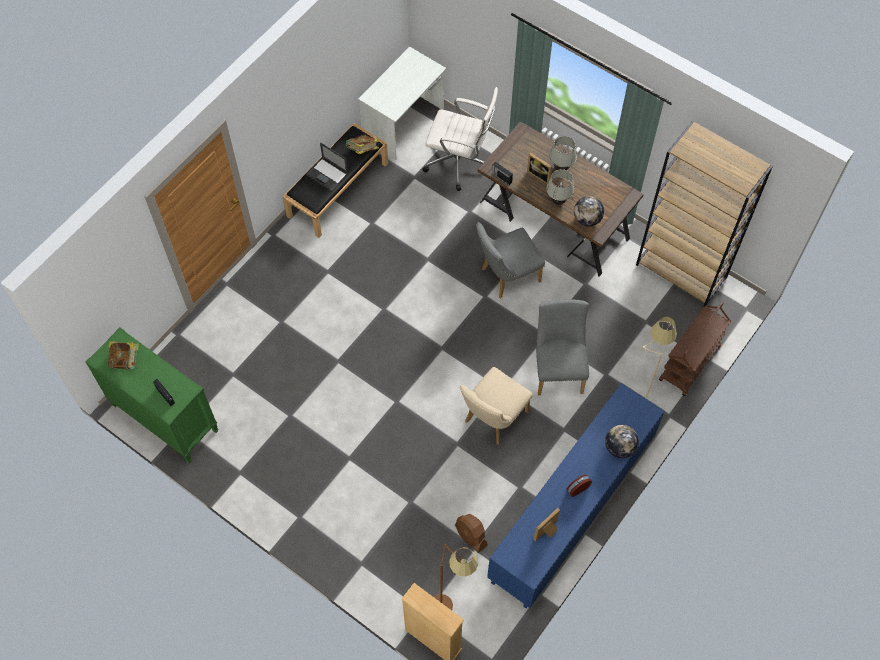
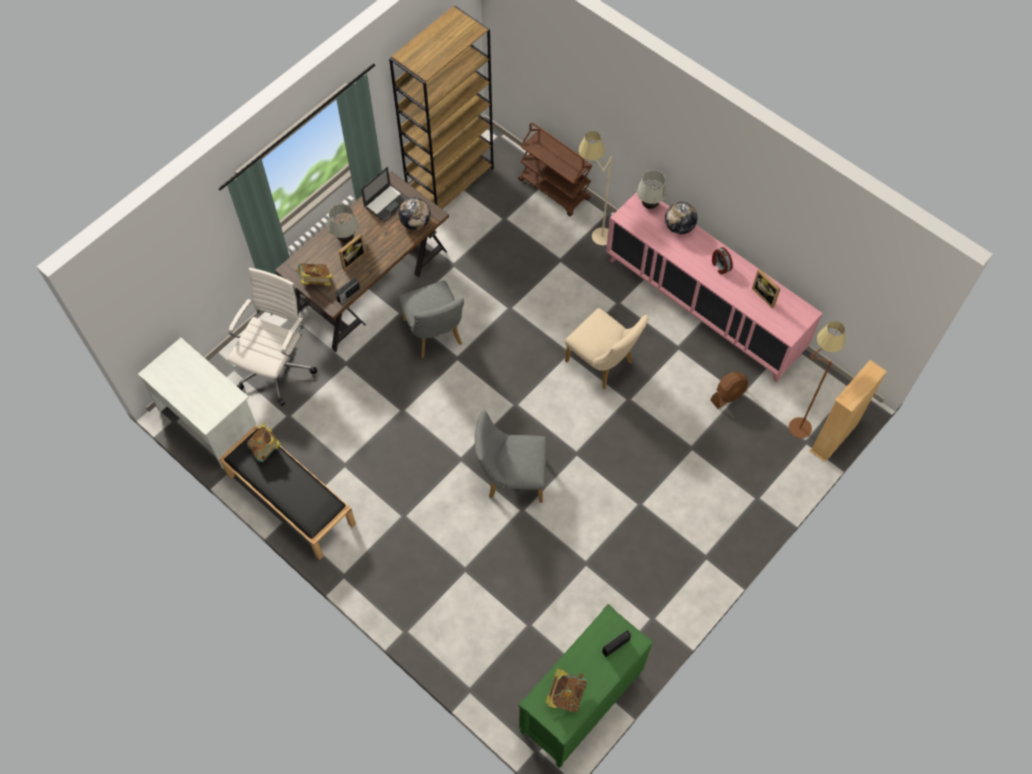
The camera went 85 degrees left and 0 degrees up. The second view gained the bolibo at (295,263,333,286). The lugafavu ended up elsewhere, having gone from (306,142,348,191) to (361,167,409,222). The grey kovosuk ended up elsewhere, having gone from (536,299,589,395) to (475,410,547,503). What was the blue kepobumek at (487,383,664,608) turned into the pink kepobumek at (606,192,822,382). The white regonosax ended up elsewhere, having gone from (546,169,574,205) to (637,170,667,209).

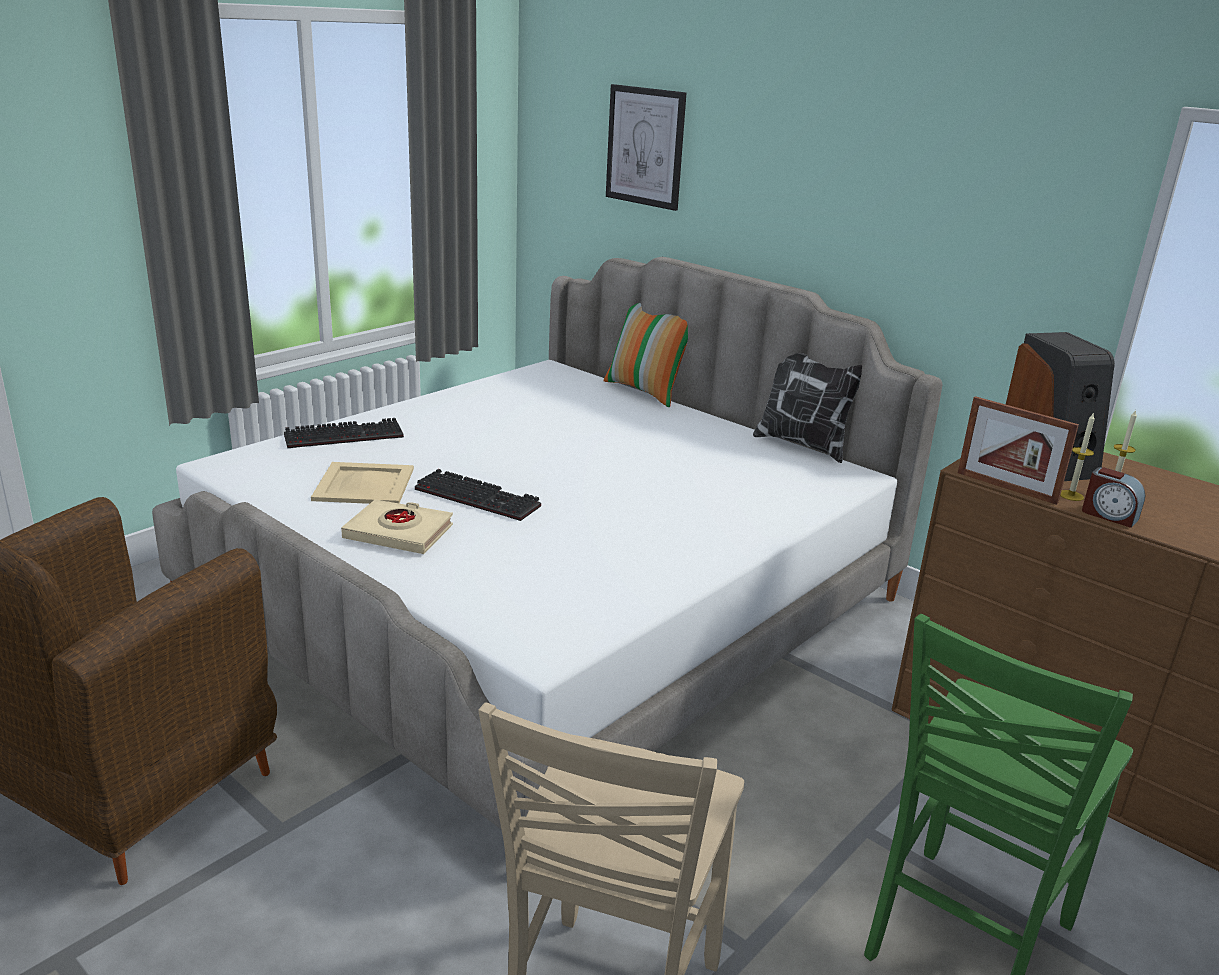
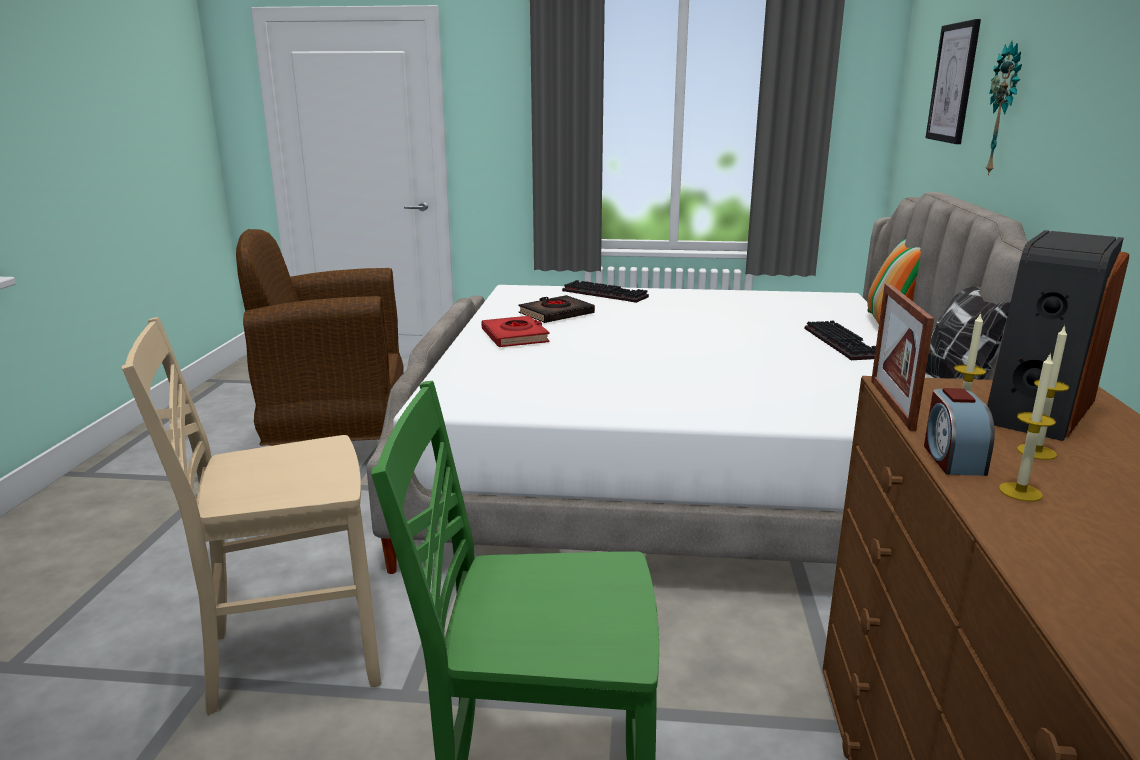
The camera went 55 degrees right and 5 degrees down. What was the beige bolibo at (341,499,453,554) turned into the red bolibo at (481,316,550,347). Where the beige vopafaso stood at (311,462,414,504), the black bolibo came to stand at (519,295,595,323). The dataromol ended up elsewhere, having gone from (415,469,541,521) to (805,320,876,360). The second view gained the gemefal at (986,41,1022,176). The second view gained the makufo at (999,353,1056,502).

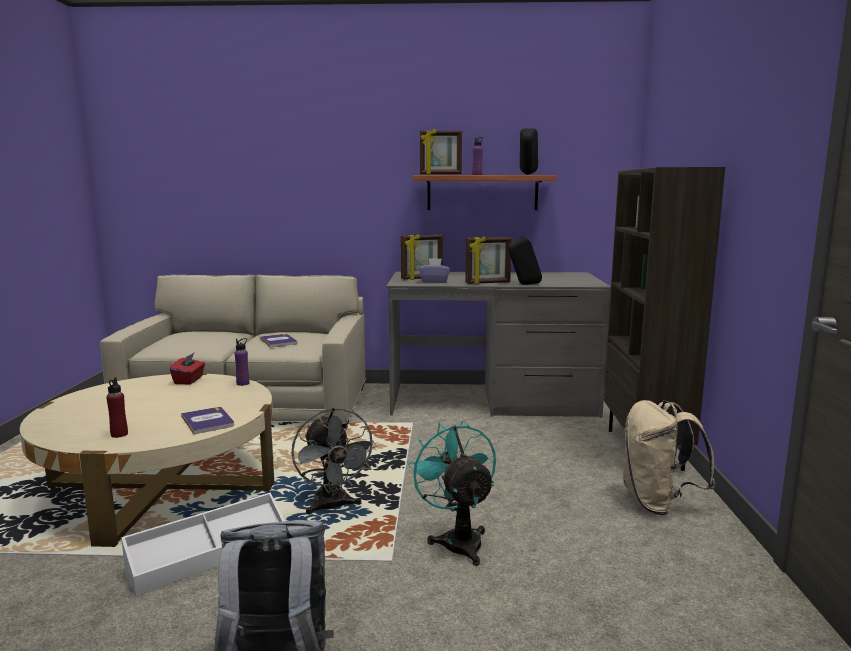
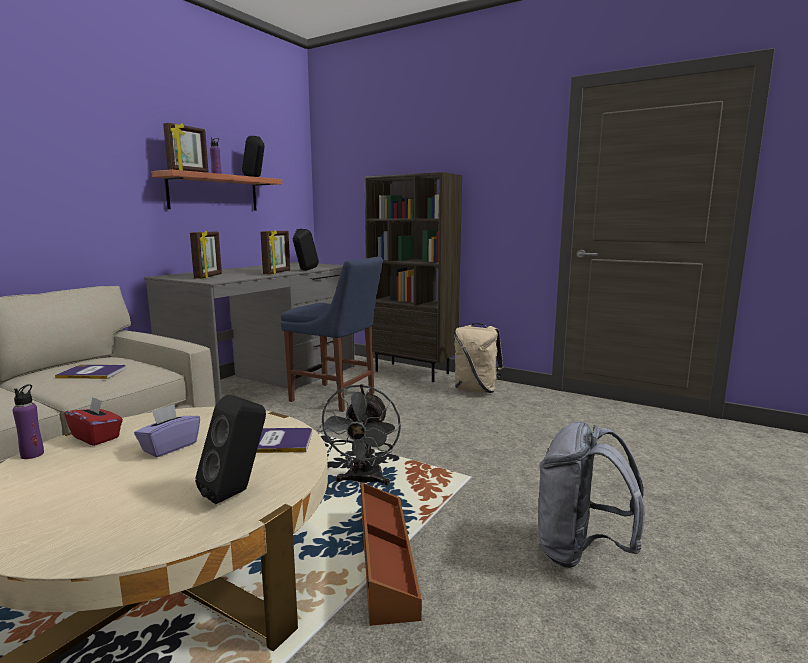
The camera went 60 degrees left and 0 degrees up. The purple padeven ended up elsewhere, having gone from (235,338,249,386) to (12,384,44,459). The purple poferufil ended up elsewhere, having gone from (419,258,450,283) to (134,404,200,458). Where the red padeven stood at (106,377,128,438), the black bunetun came to stand at (195,395,266,504). The second view gained the blue kovosuk at (281,257,383,412). The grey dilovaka at (292,408,377,514) ended up facing another way, 90 degrees clockwise from before. What was the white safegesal at (121,493,285,596) turned into the brown safegesal at (361,482,422,626). The second view lost the turquoise dilovaka at (408,421,496,566).

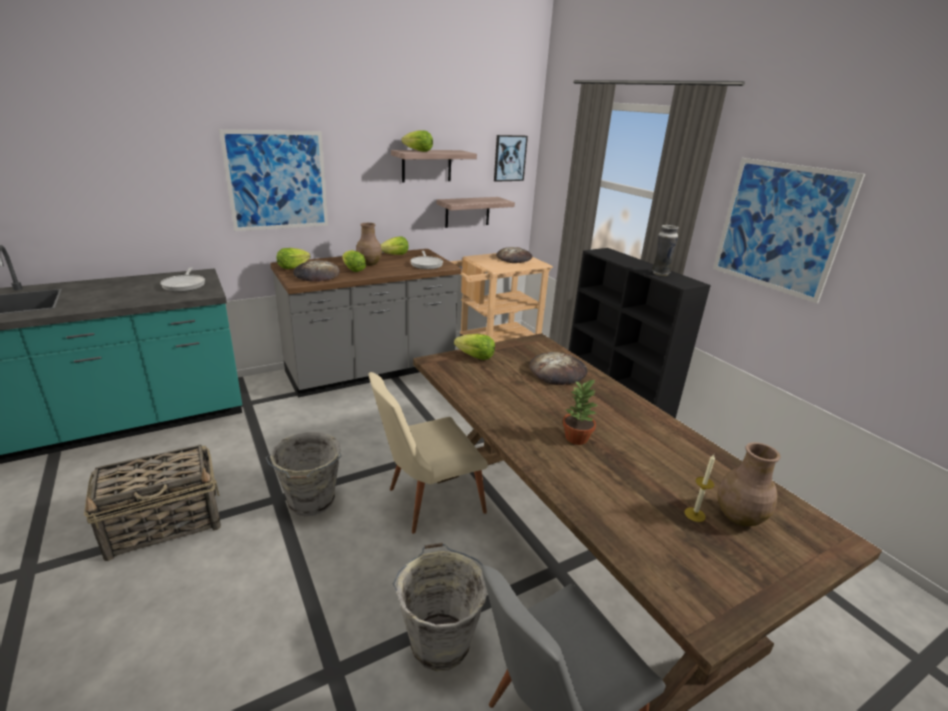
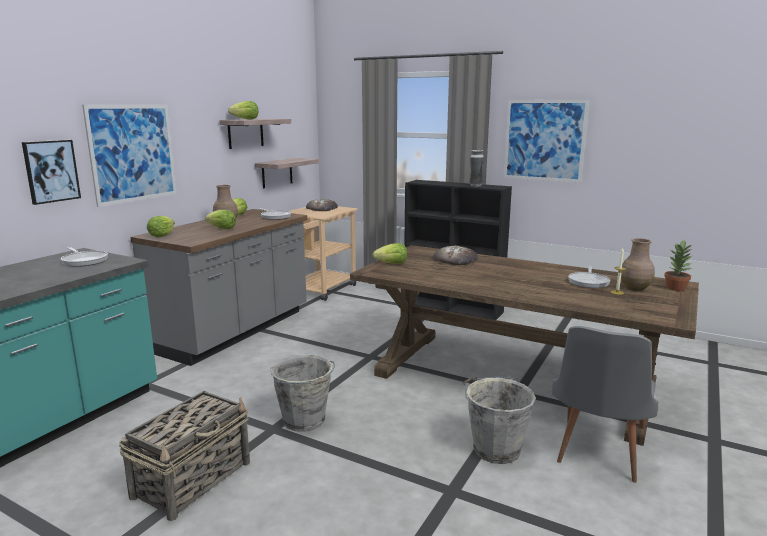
The camera went 30 degrees left and 10 degrees down. The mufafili ended up elsewhere, having gone from (494,135,528,182) to (22,140,81,205). The second view gained the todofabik at (568,266,610,288). The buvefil ended up elsewhere, having gone from (563,378,598,445) to (664,240,693,291). The second view lost the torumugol at (293,260,340,282). The second view lost the beige kovosuk at (368,372,488,534).

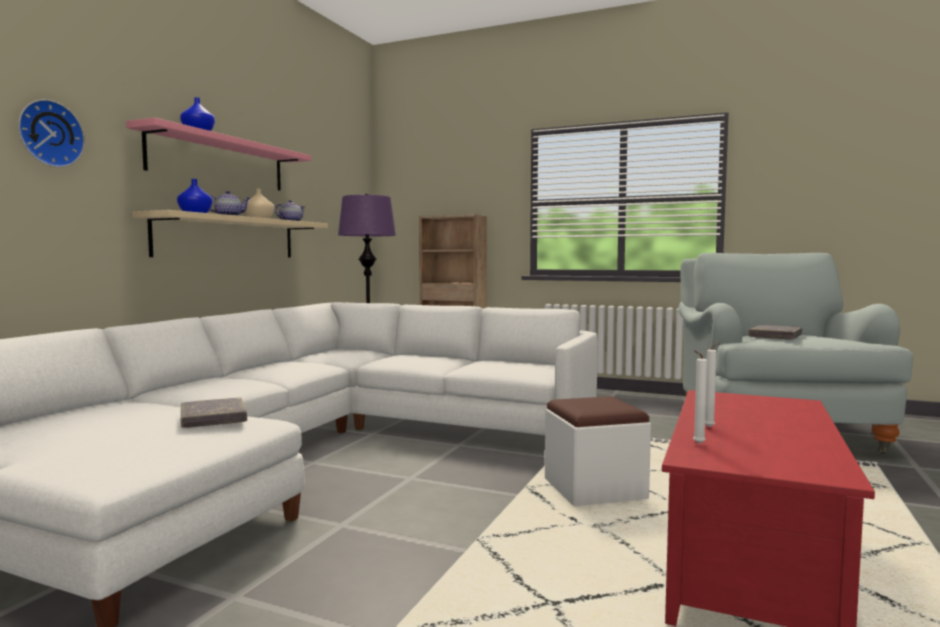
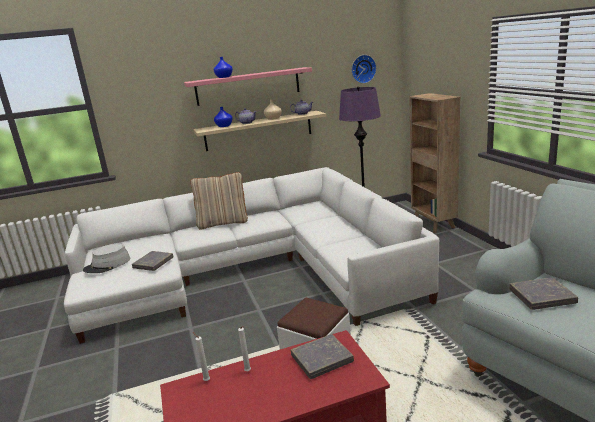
The camera went 50 degrees right and 15 degrees up. The second view gained the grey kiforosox at (83,243,130,273). The second view gained the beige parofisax at (190,172,248,229). The second view gained the grey bolibo at (291,334,354,379). The gemefal ended up elsewhere, having gone from (18,99,85,167) to (351,55,377,84).

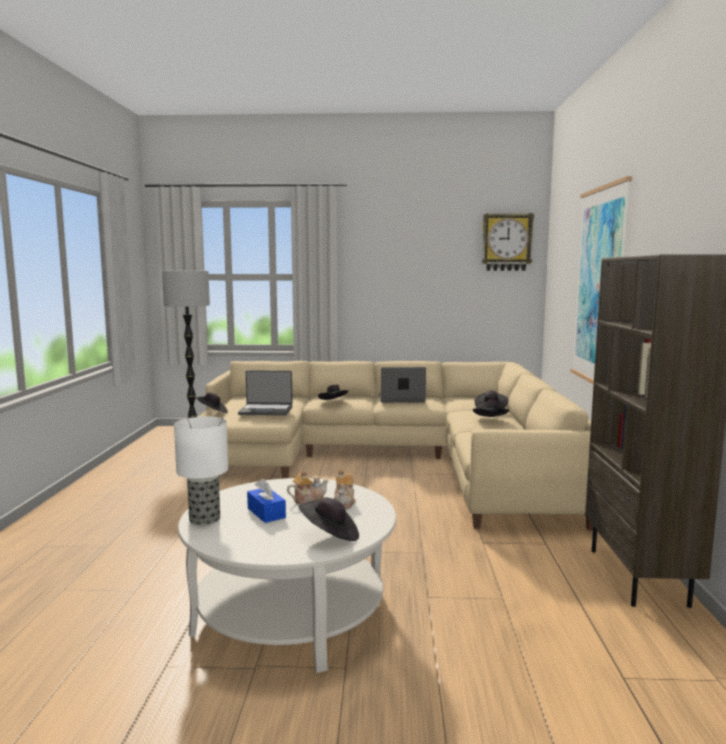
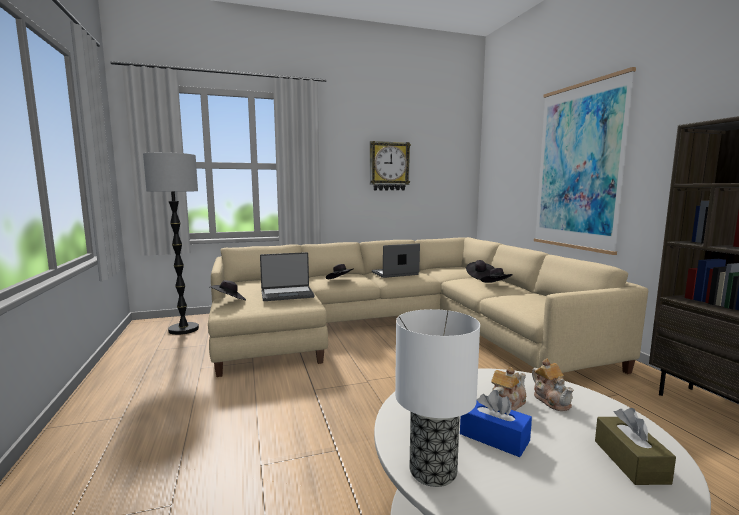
The camera went 20 degrees left and 0 degrees up. The gemefal ended up elsewhere, having gone from (482,213,534,271) to (370,141,411,190). Where the black kiforosox stood at (299,497,359,541), the brown poferufil came to stand at (595,408,676,485).

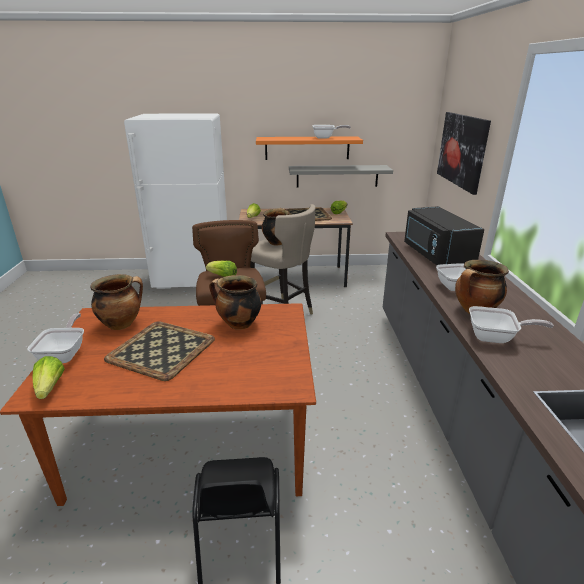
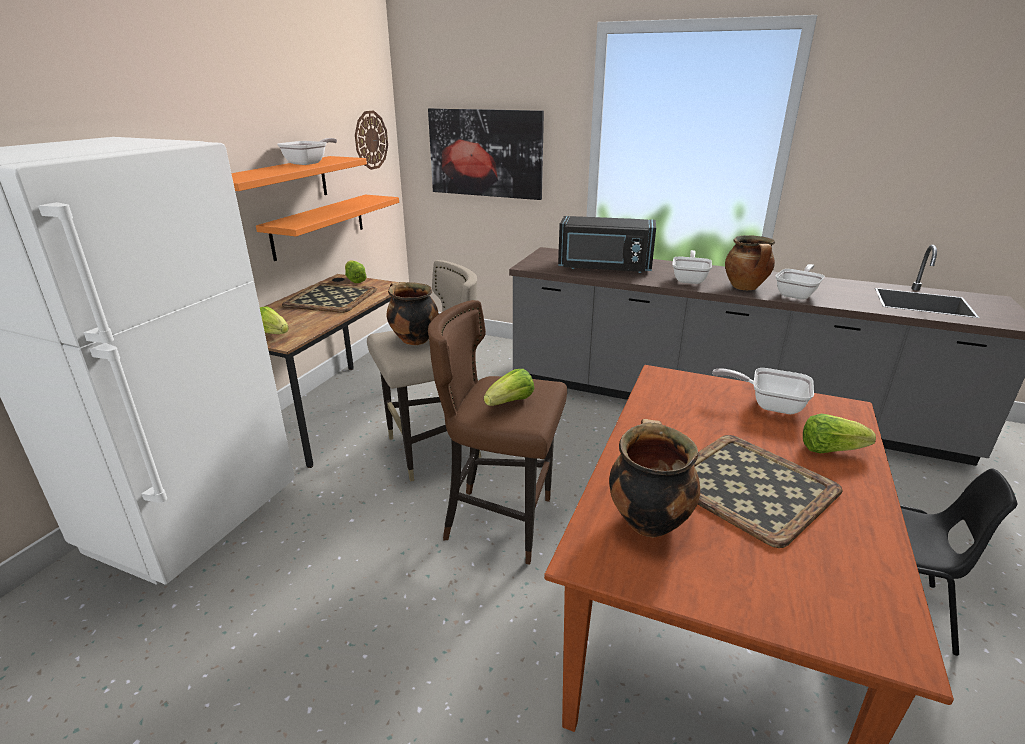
The camera went 65 degrees left and 0 degrees up. What was the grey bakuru at (289,165,393,187) turned into the orange bakuru at (256,195,399,261). The second view gained the gemefal at (355,111,388,170). The todofabik ended up elsewhere, having gone from (27,313,84,363) to (712,368,814,414). The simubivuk ended up elsewhere, having gone from (32,356,65,399) to (803,414,876,454). The second view lost the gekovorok at (209,275,261,330).

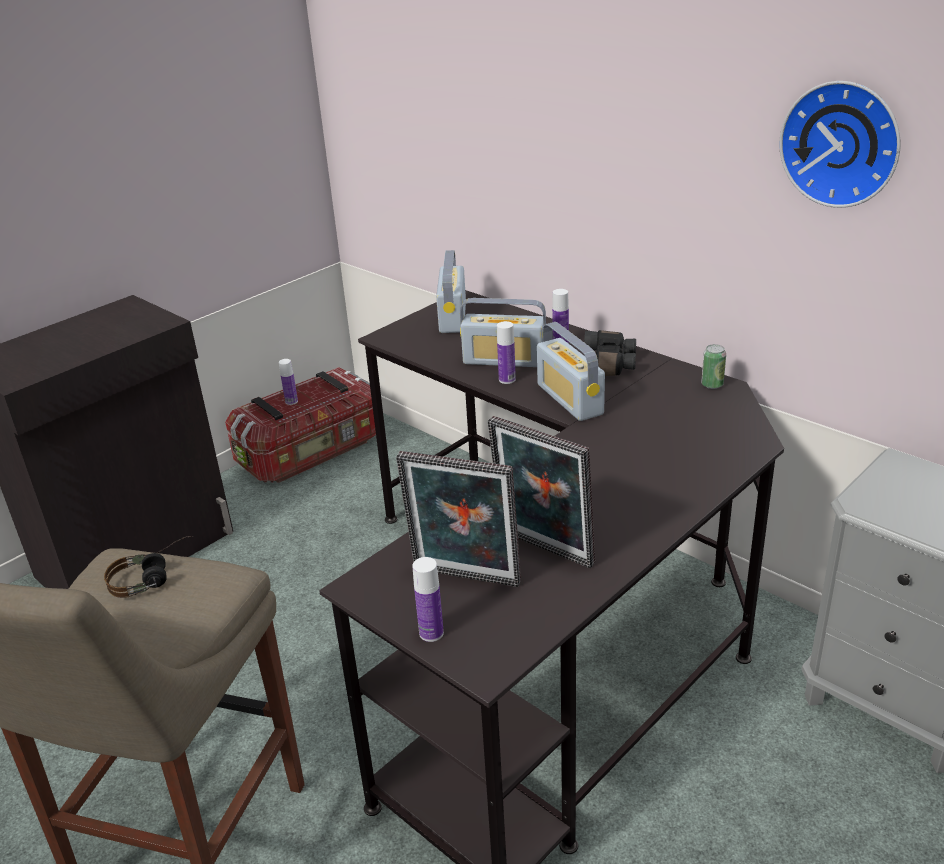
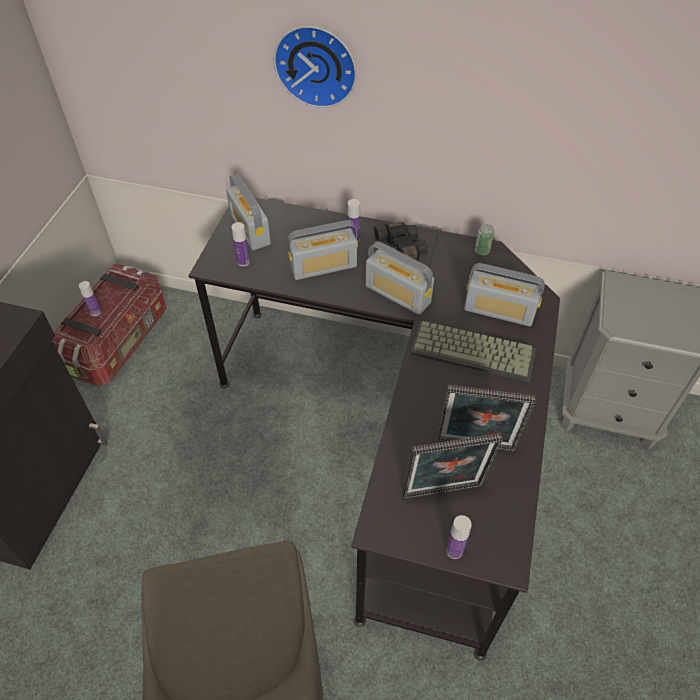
The camera went 30 degrees left and 20 degrees up. The padeven ended up elsewhere, having gone from (497,321,516,384) to (232,222,250,266). The gemefal ended up elsewhere, having gone from (779,81,900,208) to (274,26,357,108). The second view gained the dataromol at (410,321,536,382). The second view gained the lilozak at (464,263,545,326). The second view lost the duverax at (104,536,193,598).

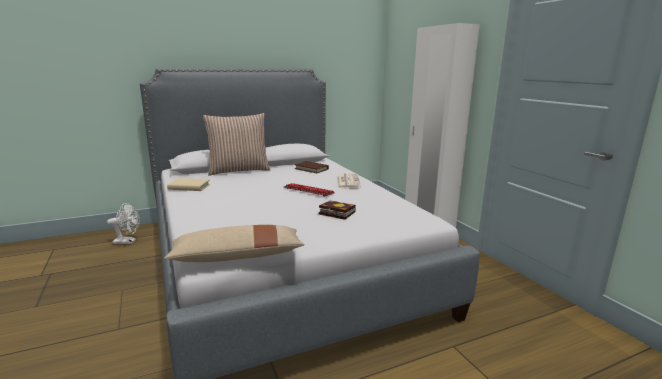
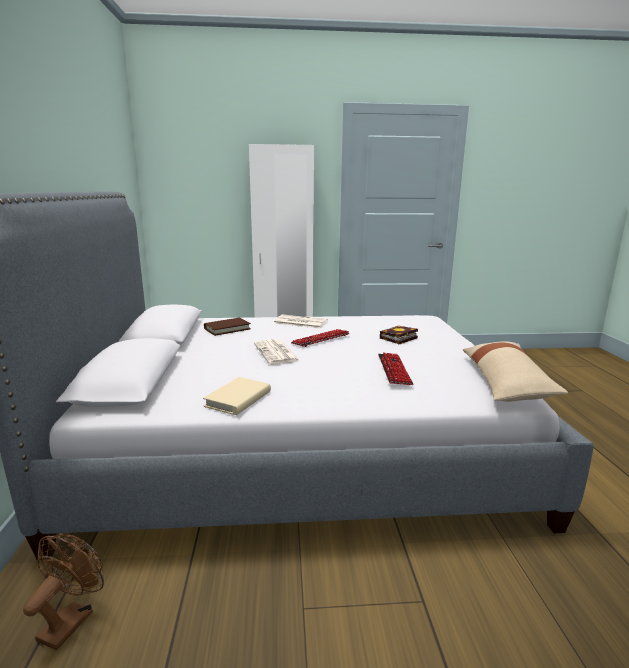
The camera went 70 degrees left and 0 degrees up. What was the white dilovaka at (107,203,140,244) turned into the brown dilovaka at (23,535,104,650). The second view gained the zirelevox at (254,339,300,364). The second view gained the dataromol at (378,352,413,385). The second view lost the parofisax at (203,113,270,176).

